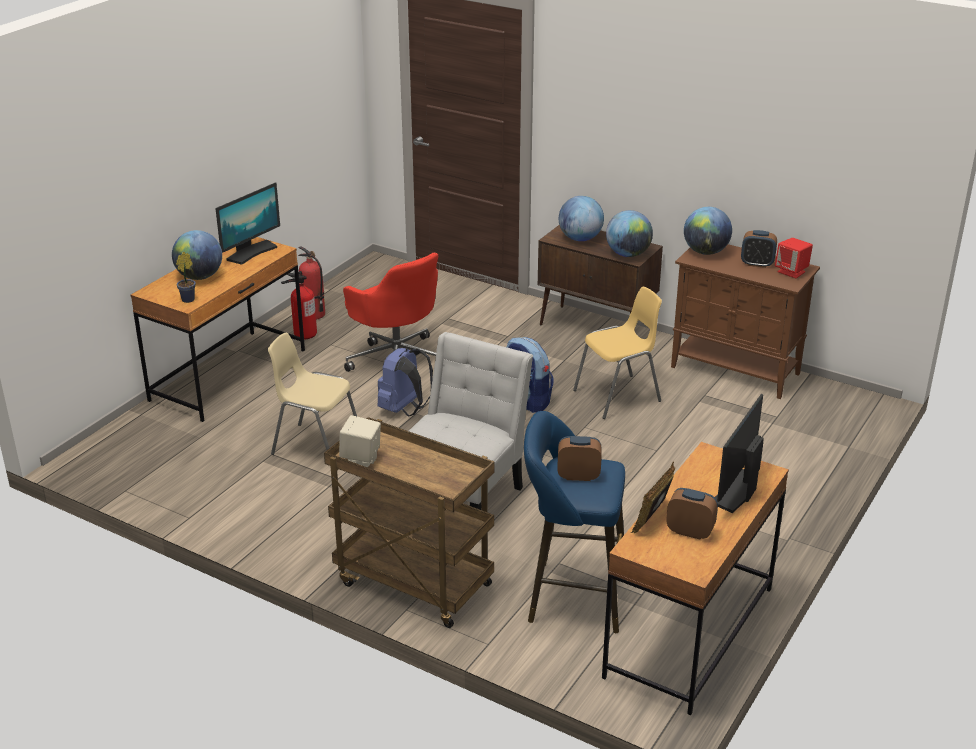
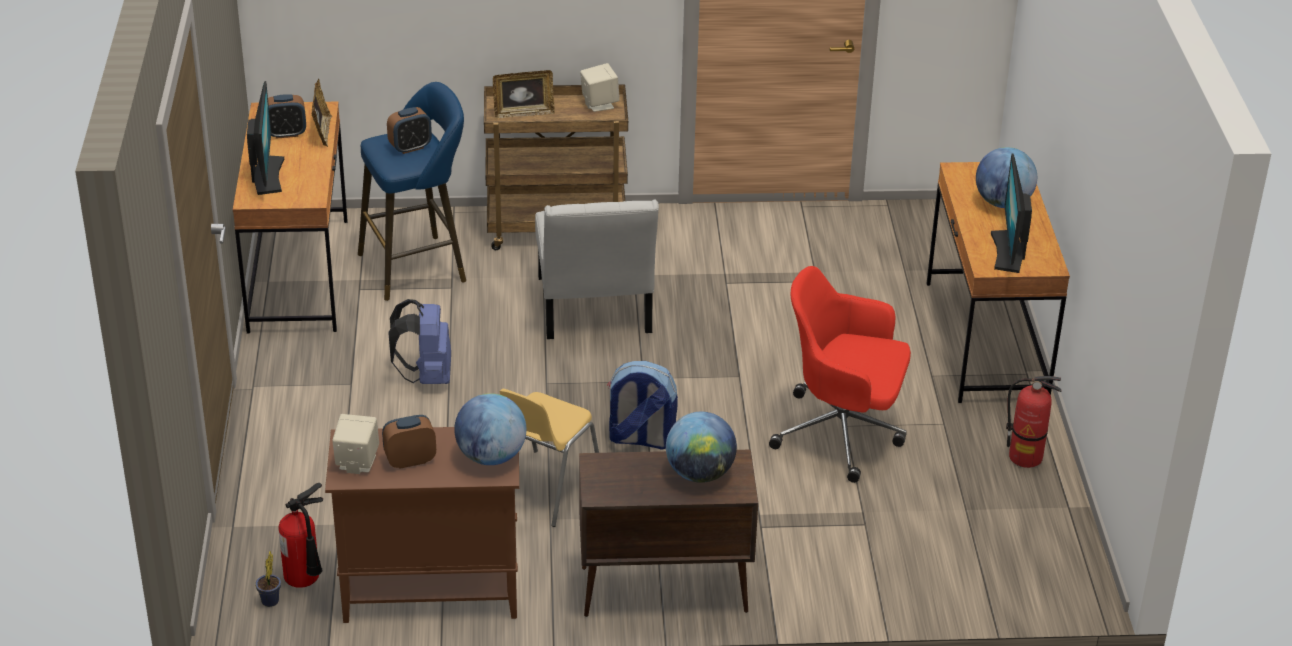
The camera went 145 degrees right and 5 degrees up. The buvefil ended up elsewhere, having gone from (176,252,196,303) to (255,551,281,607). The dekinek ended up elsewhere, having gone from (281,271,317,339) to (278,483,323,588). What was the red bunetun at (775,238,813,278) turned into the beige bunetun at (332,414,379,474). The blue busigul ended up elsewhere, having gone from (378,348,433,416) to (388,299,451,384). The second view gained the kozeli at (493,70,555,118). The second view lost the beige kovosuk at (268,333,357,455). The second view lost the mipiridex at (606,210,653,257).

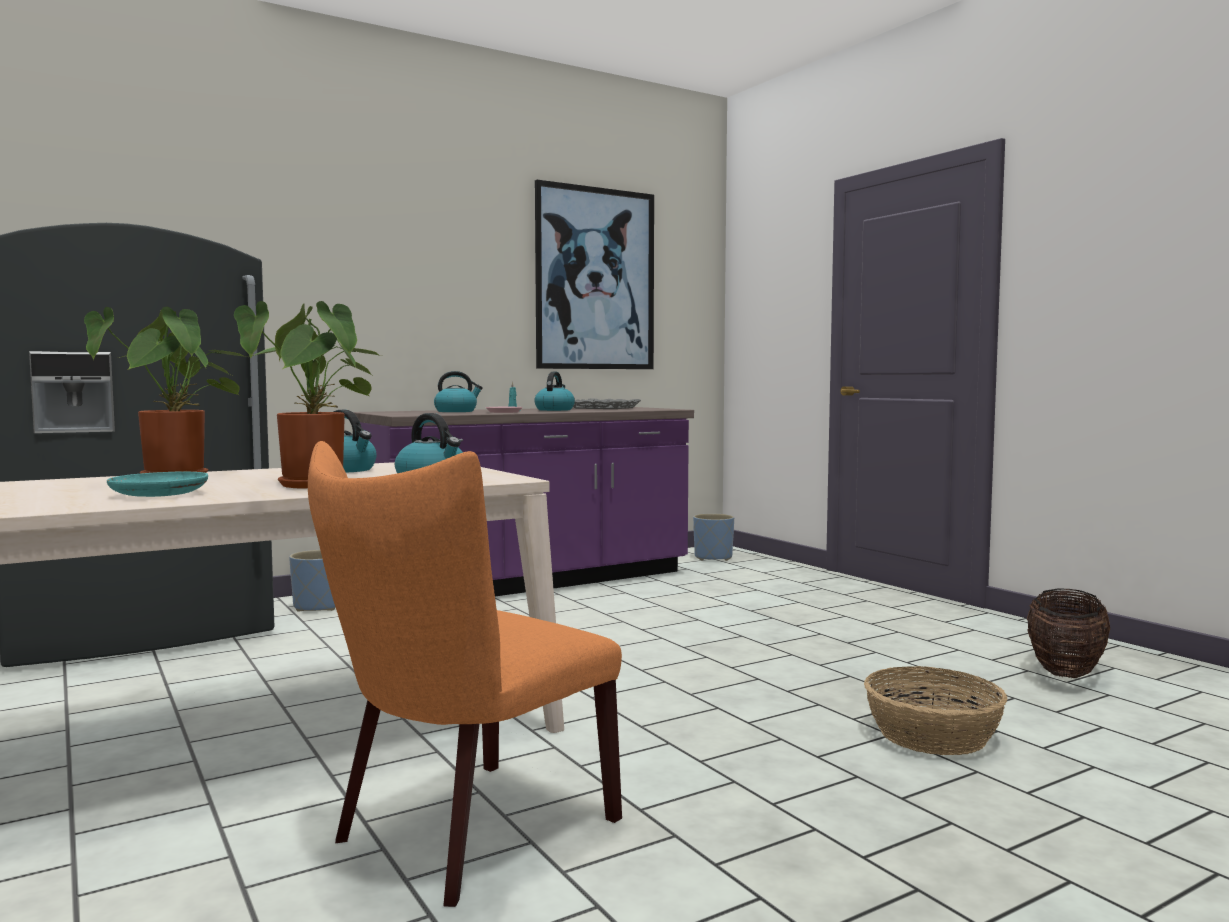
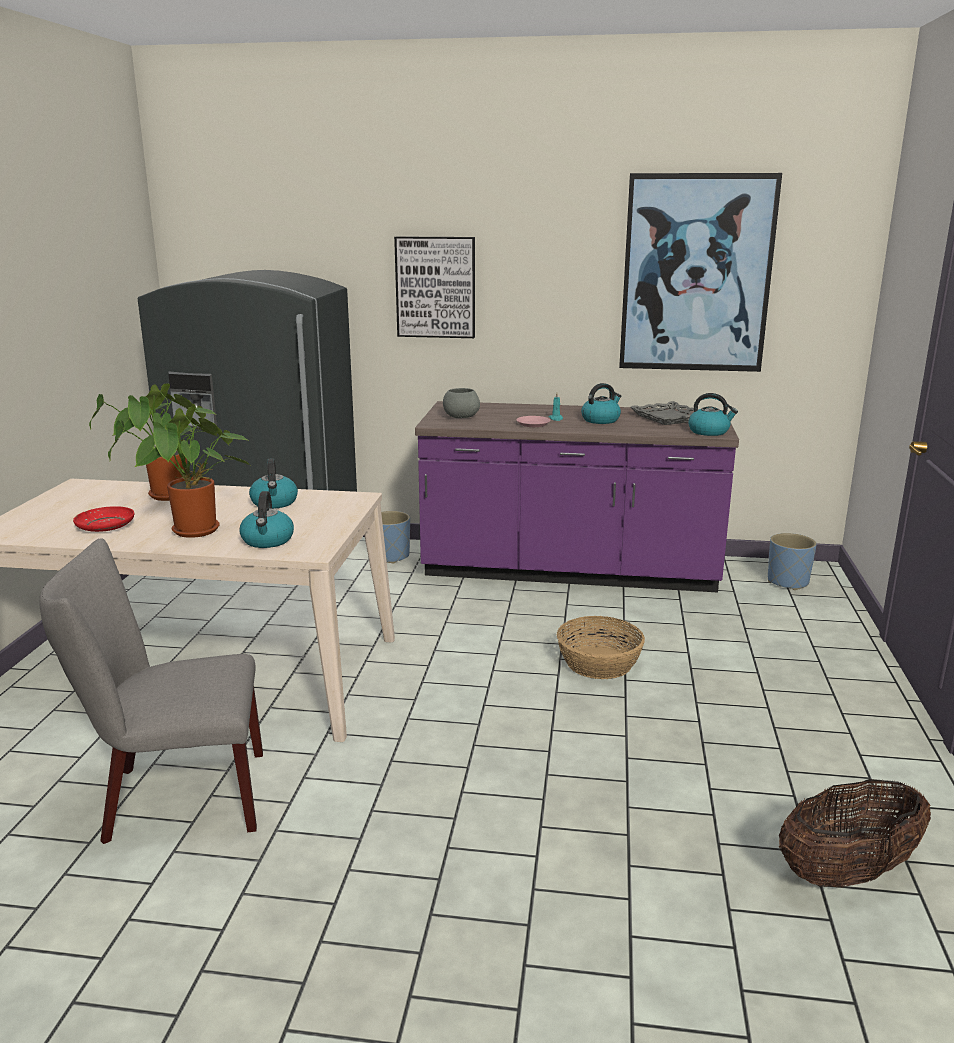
The camera went 40 degrees right and 15 degrees up. What was the orange kovosuk at (308,441,622,907) turned into the grey kovosuk at (39,538,263,844). What was the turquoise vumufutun at (107,472,208,497) turned into the red vumufutun at (73,506,134,532). The second view gained the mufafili at (394,236,475,338). The second view gained the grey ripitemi at (443,388,480,418). The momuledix ended up elsewhere, having gone from (864,666,1007,755) to (557,616,645,679). The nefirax ended up elsewhere, having gone from (434,371,483,412) to (688,393,738,436).

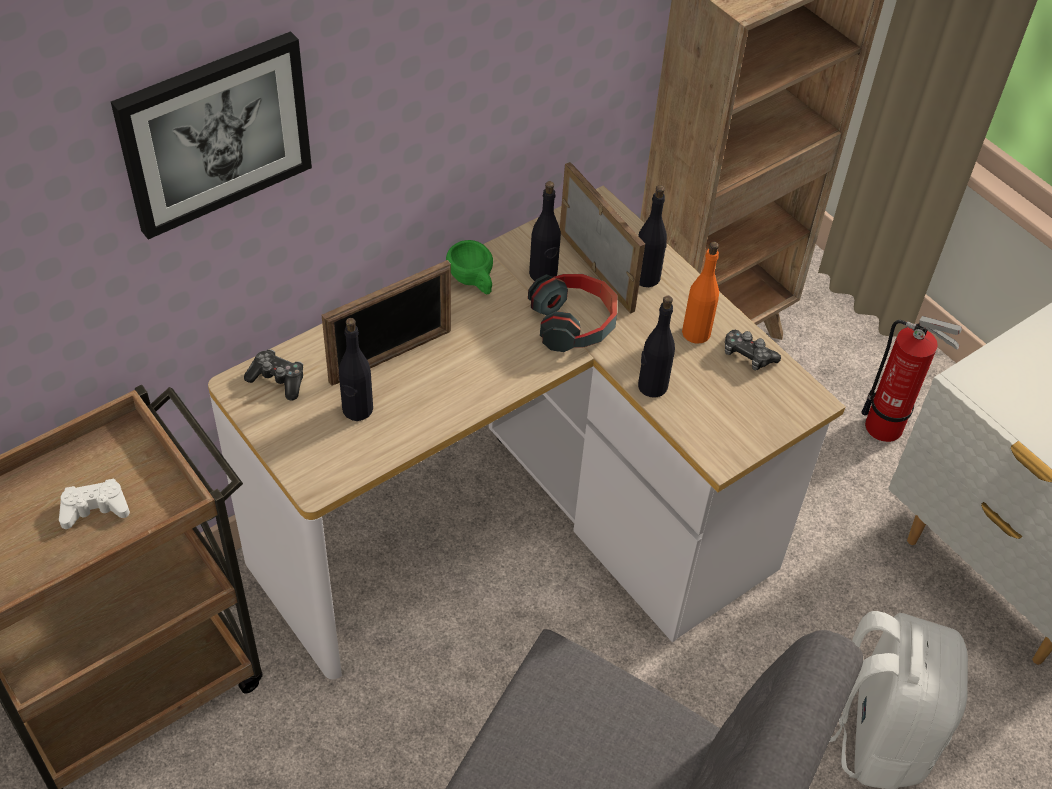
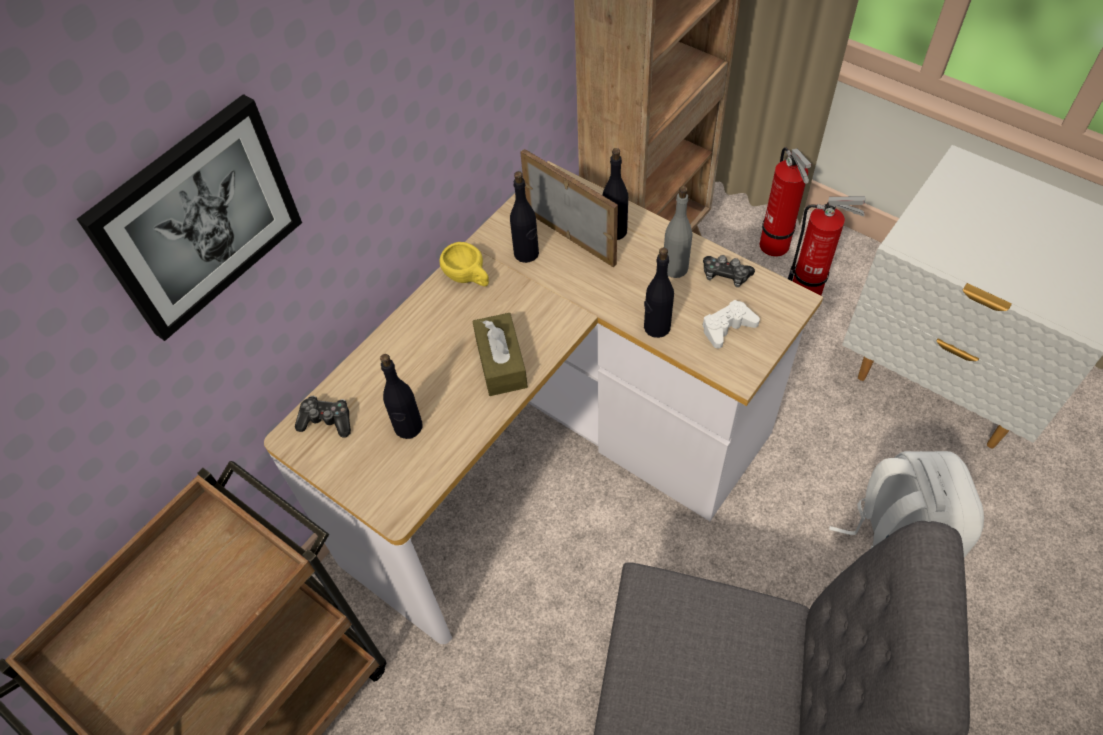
The camera went 10 degrees left and 5 degrees up. What was the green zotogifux at (446,240,493,295) turned into the yellow zotogifux at (439,242,489,287). The second view gained the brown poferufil at (472,313,528,396). What was the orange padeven at (682,242,719,344) turned into the grey padeven at (664,186,692,278). The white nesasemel ended up elsewhere, having gone from (59,479,130,529) to (702,300,760,348). The second view gained the dekinek at (760,147,811,256). The second view lost the kozeli at (322,260,451,386). The second view lost the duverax at (528,274,618,352).

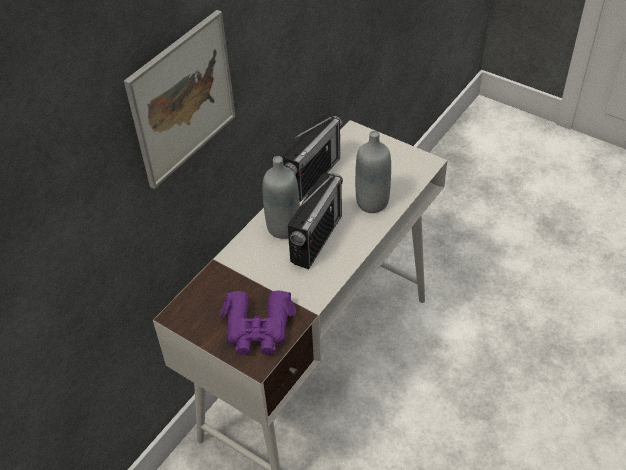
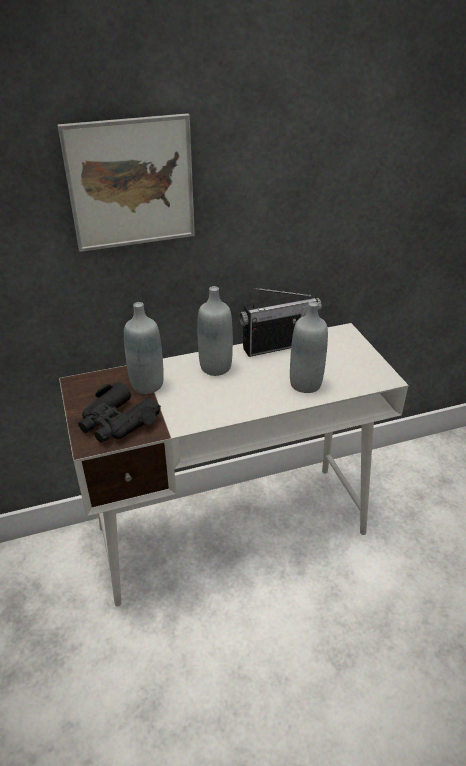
The camera went 35 degrees right and 10 degrees down. What was the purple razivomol at (220,291,296,355) turned into the black razivomol at (78,382,161,443). The second view gained the grey padeven at (124,302,164,394). The second view lost the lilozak at (287,173,343,269).

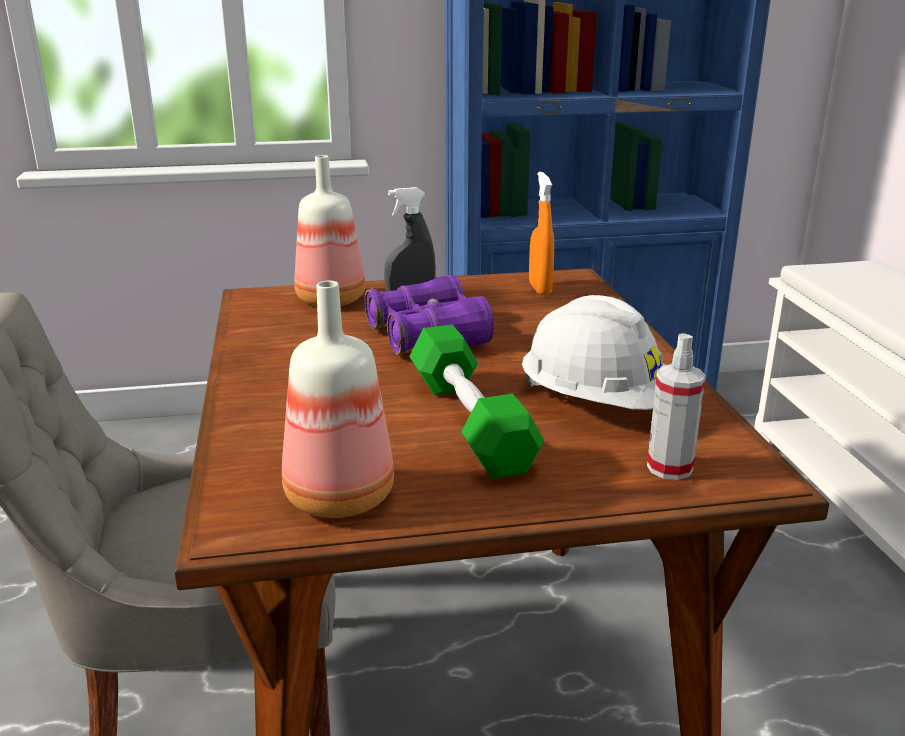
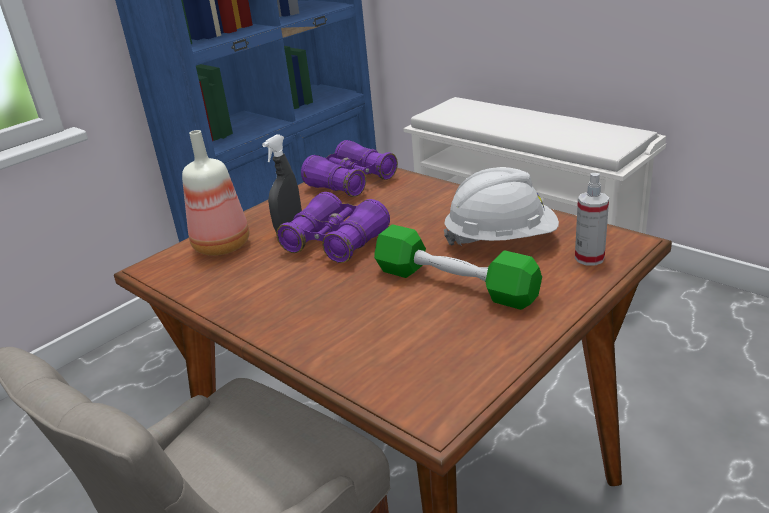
The camera went 35 degrees left and 5 degrees up. Where the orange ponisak stood at (529,172,554,295), the purple razivomol came to stand at (301,140,398,197). The second view lost the padeven at (282,281,394,518).

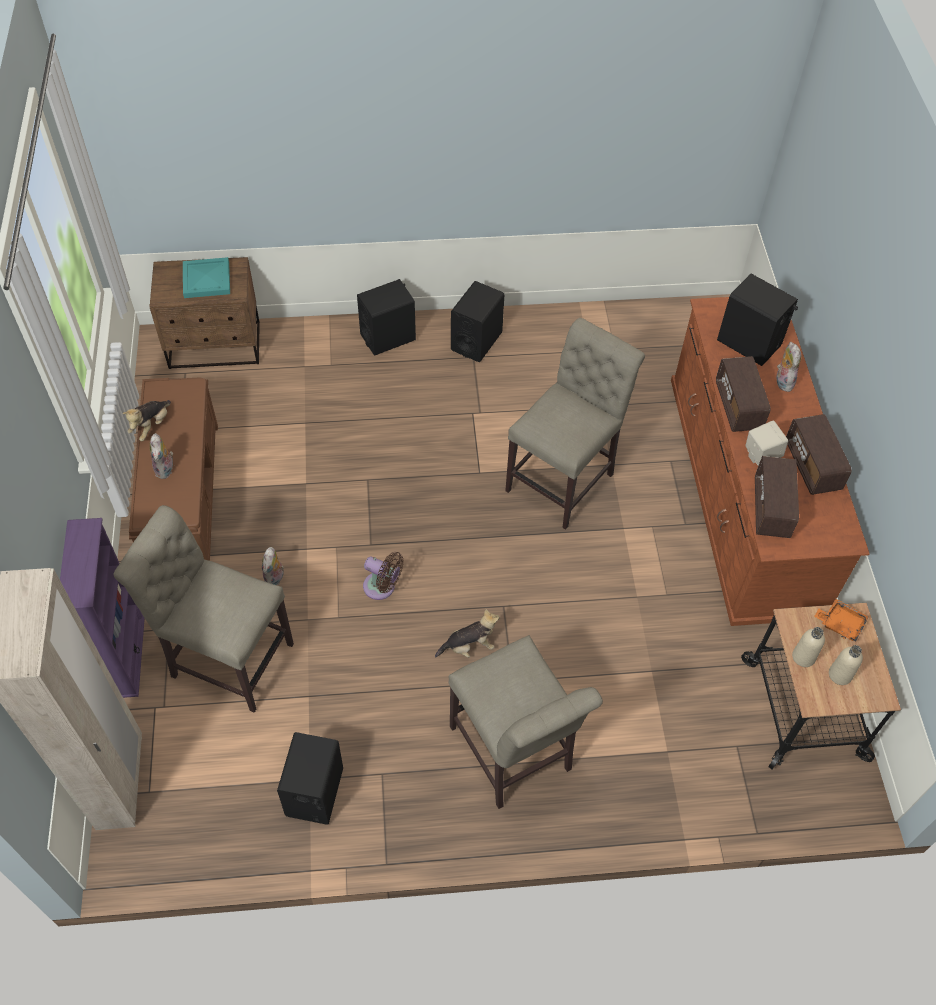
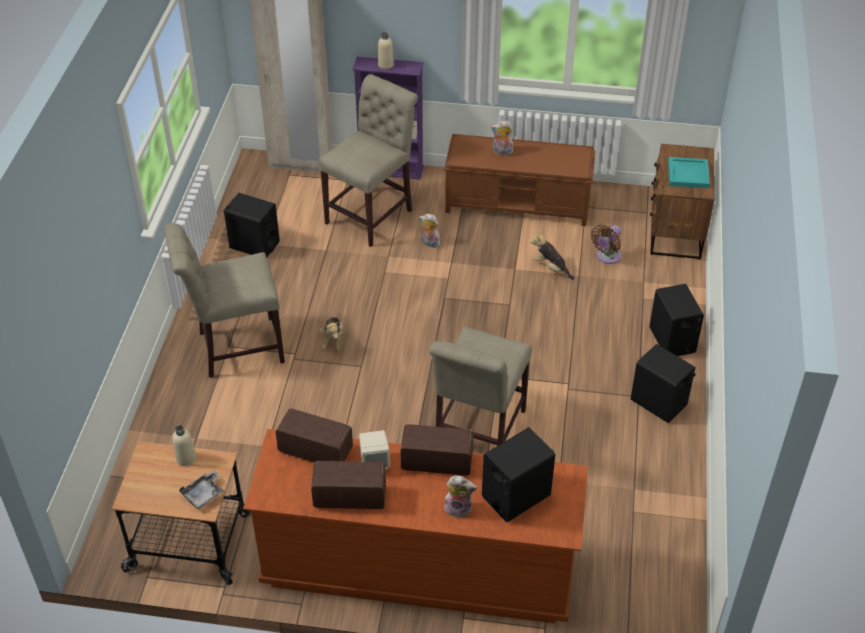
The camera went 105 degrees right and 10 degrees down. What was the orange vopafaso at (814,599,869,641) turned into the grey vopafaso at (179,470,223,509). The beige padeven ended up elsewhere, having gone from (829,645,863,685) to (378,32,394,69). The beige kovosuk at (505,318,645,530) ended up facing another way, 60 degrees clockwise from before. The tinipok ended up elsewhere, having gone from (122,400,171,441) to (530,230,575,280). The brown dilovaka ended up elsewhere, having gone from (363,552,404,600) to (591,225,621,264).

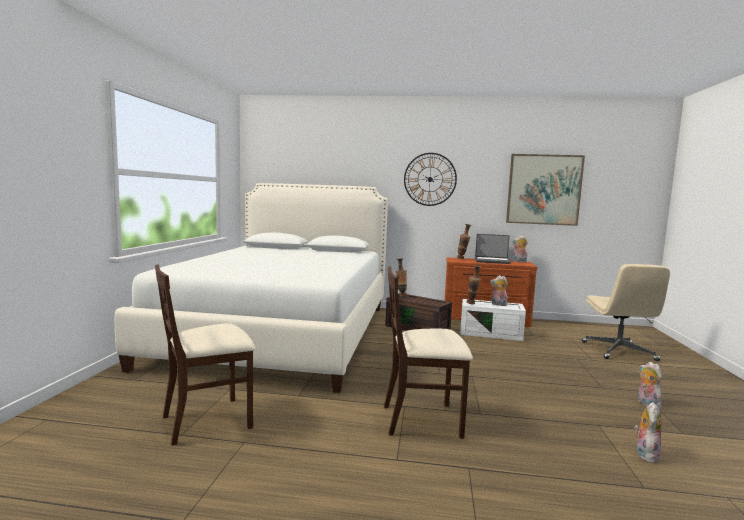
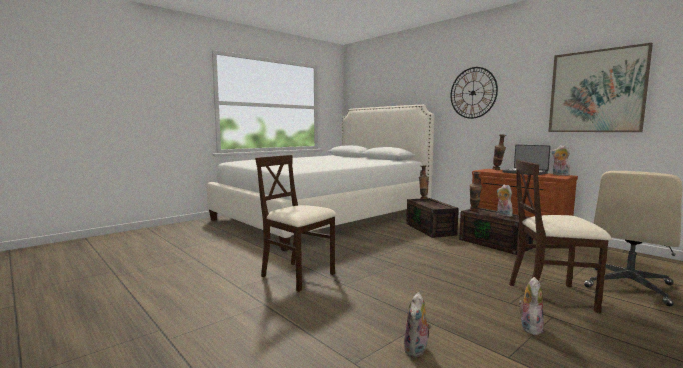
The camera went 40 degrees right and 0 degrees up. The tinipok at (634,402,661,463) ended up facing another way, 135 degrees clockwise from before. What was the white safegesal at (460,299,526,341) turned into the brown safegesal at (459,207,533,255). The beige kovosuk ended up elsewhere, having gone from (155,264,256,446) to (509,159,612,313).

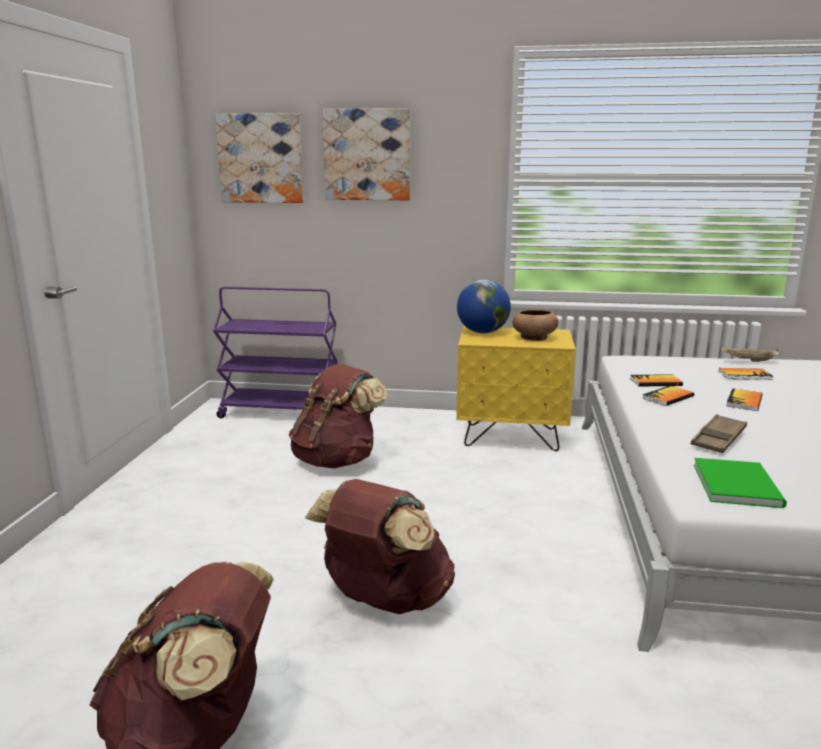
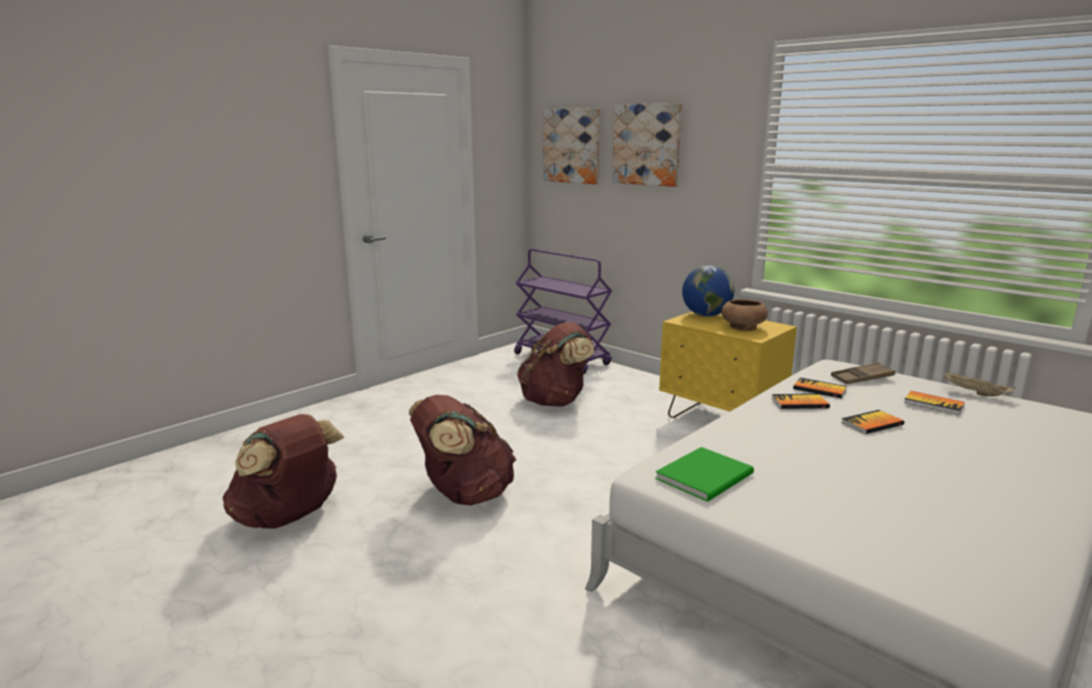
The camera went 35 degrees right and 0 degrees up. The brown vopafaso ended up elsewhere, having gone from (691,414,747,453) to (831,363,896,384).

